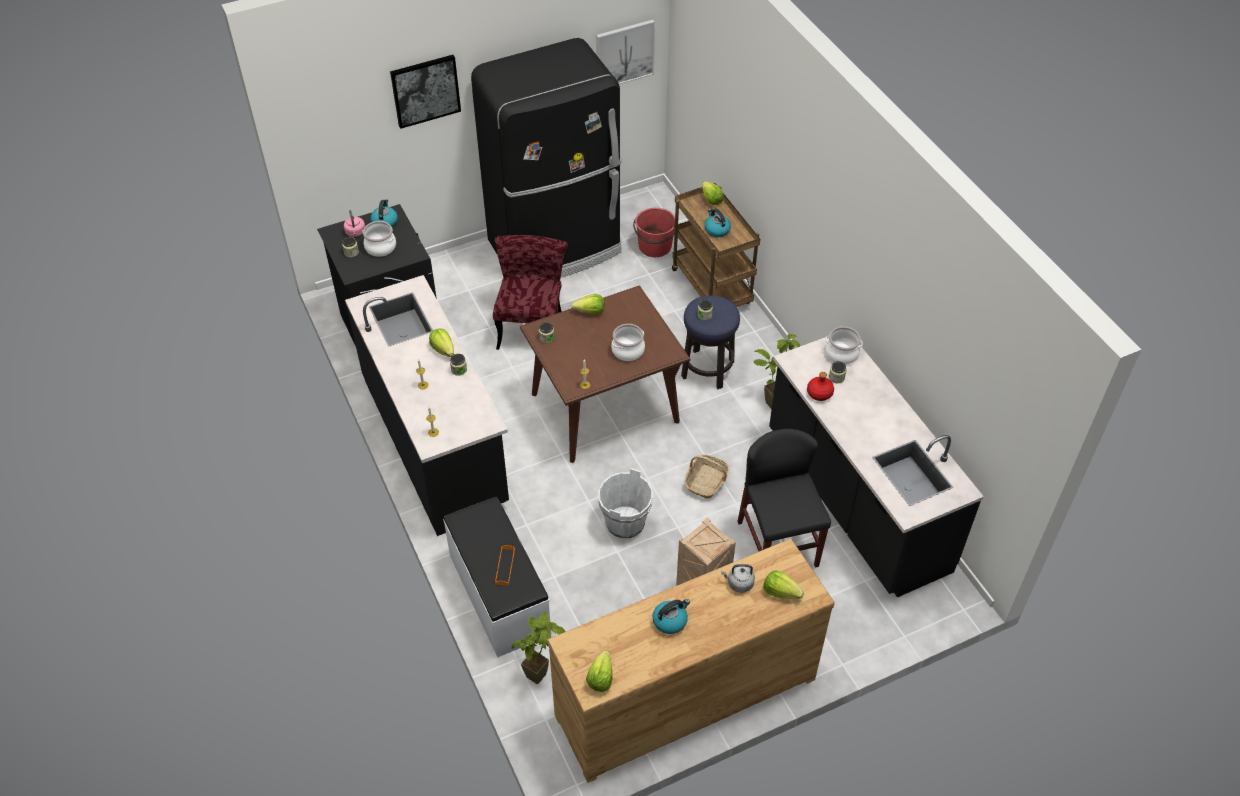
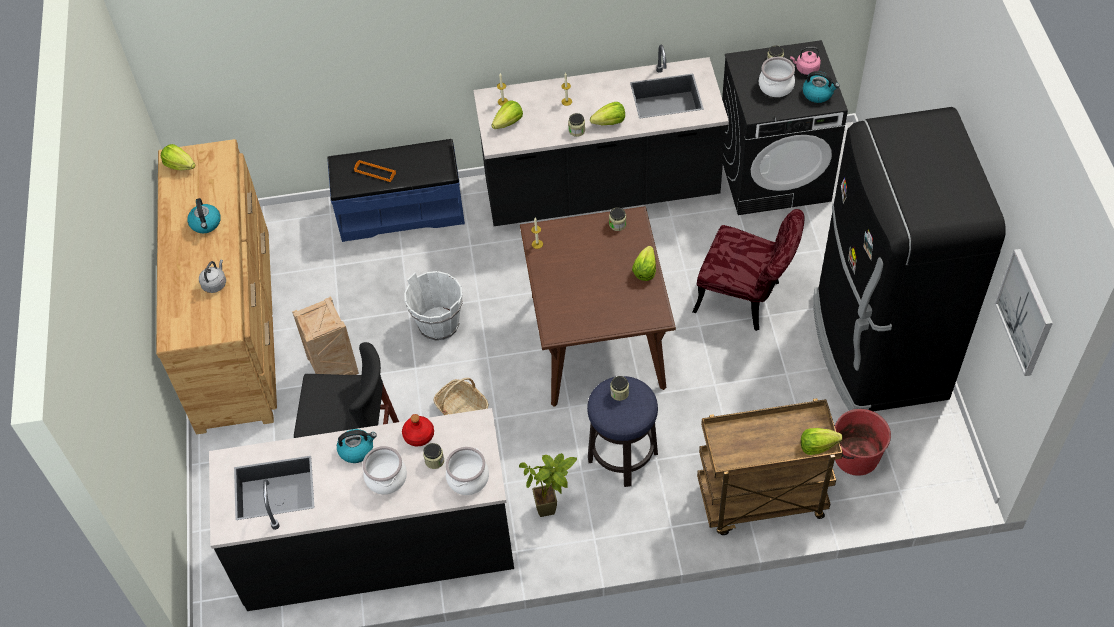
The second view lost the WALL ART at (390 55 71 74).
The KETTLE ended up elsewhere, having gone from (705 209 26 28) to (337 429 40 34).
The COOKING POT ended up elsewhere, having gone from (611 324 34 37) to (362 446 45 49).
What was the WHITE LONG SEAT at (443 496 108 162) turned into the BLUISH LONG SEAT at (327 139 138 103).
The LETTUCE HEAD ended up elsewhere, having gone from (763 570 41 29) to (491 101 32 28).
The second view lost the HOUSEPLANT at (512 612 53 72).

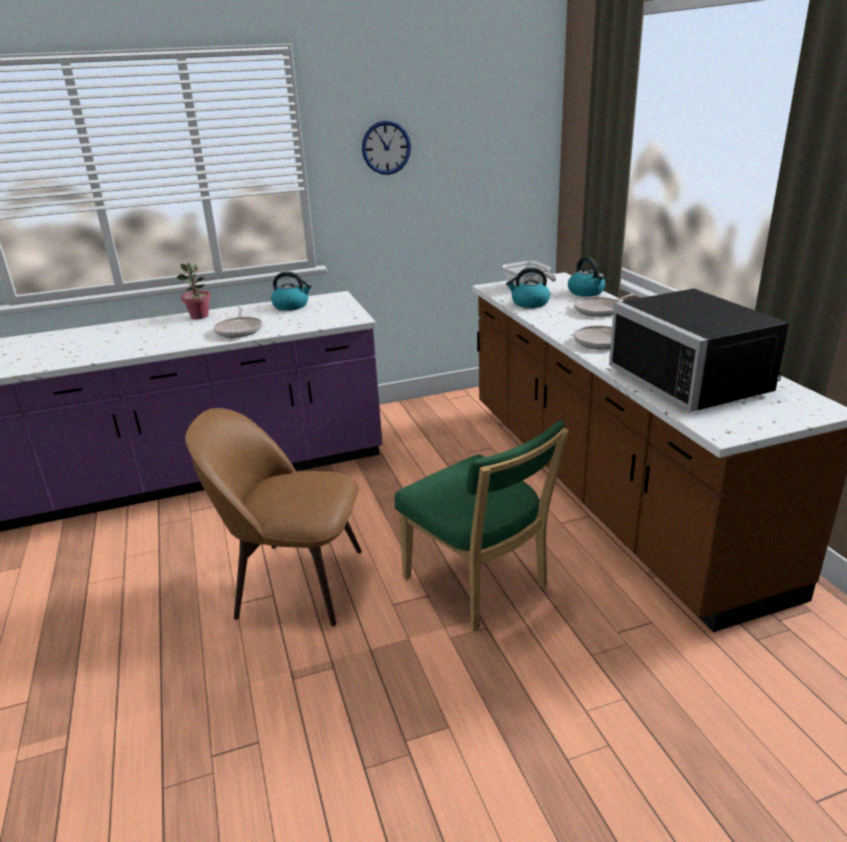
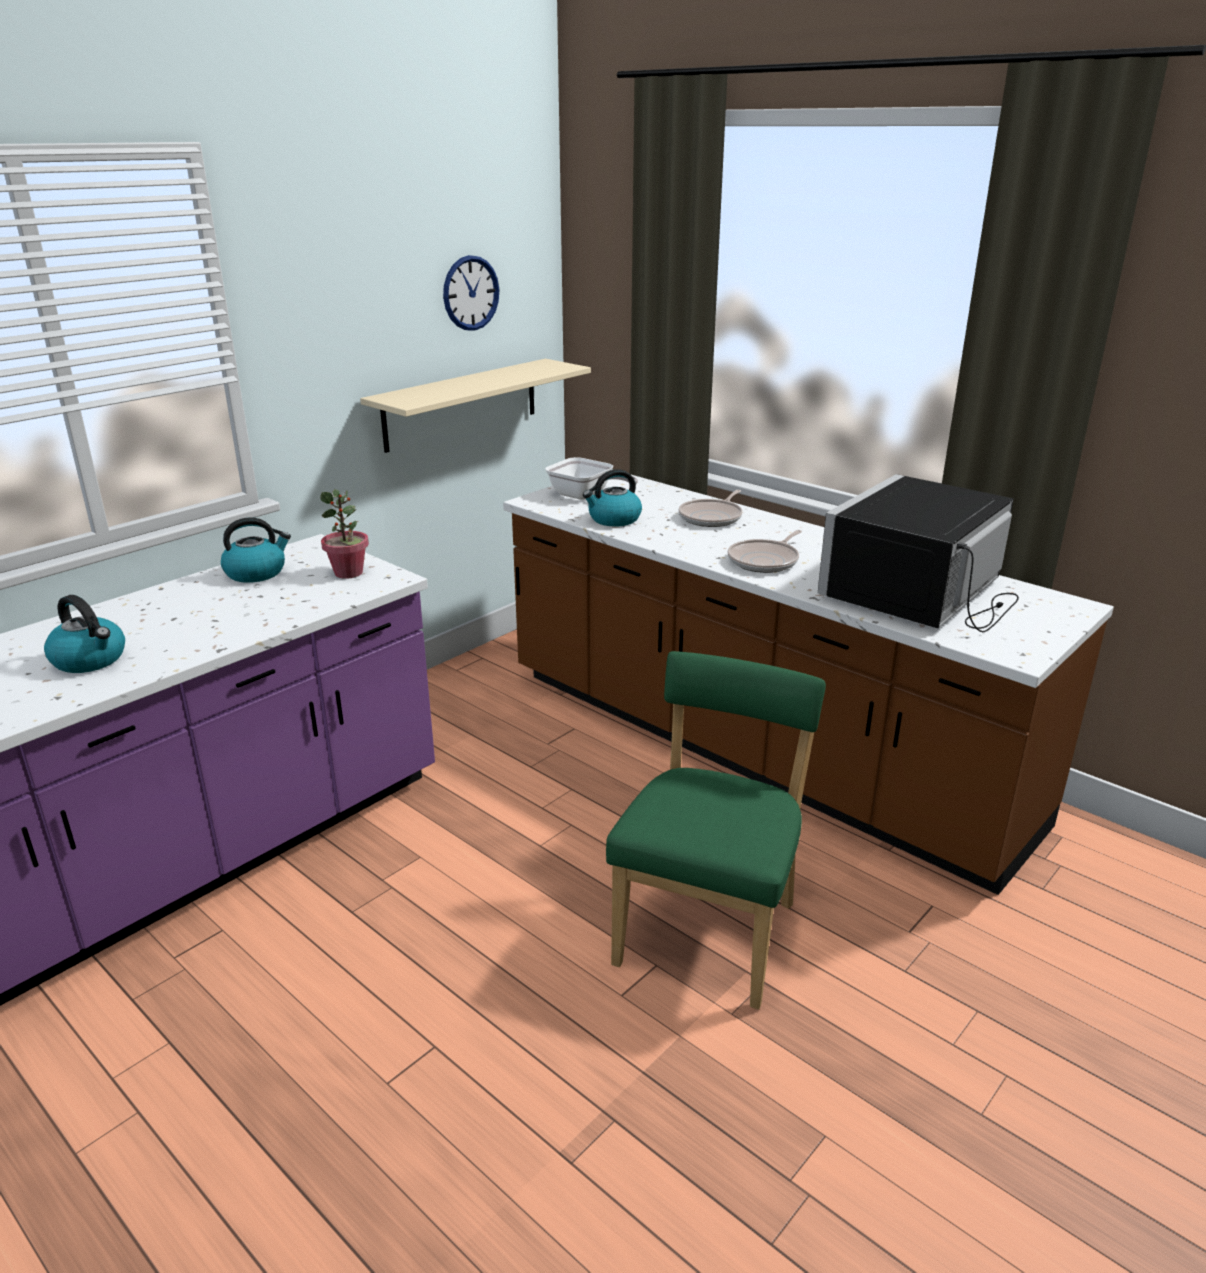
The WALL CLOCK ended up elsewhere, having gone from (362 120 49 55) to (443 255 56 76).
The KETTLE ended up elsewhere, having gone from (568 257 37 39) to (44 595 81 78).
The HOUSEPLANT ended up elsewhere, having gone from (177 263 34 56) to (320 489 49 90).
The BLACK MICROWAVE OVEN at (609 288 180 124) ended up facing another way, 90 degrees clockwise from before.
The second view lost the SKILLET at (213 308 49 30).
The second view lost the BROWN-COLOURED PLAIN CHAIR at (185 408 177 218).
The GREEN PLAIN CHAIR at (395 420 174 212) ended up facing another way, 90 degrees counterclockwise from before.
The second view gained the SAND-COLOURED WALL SHELF at (360 359 231 94).

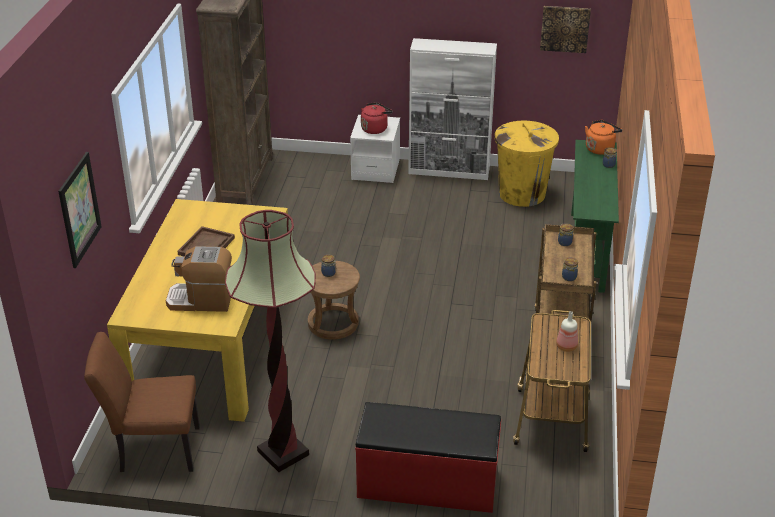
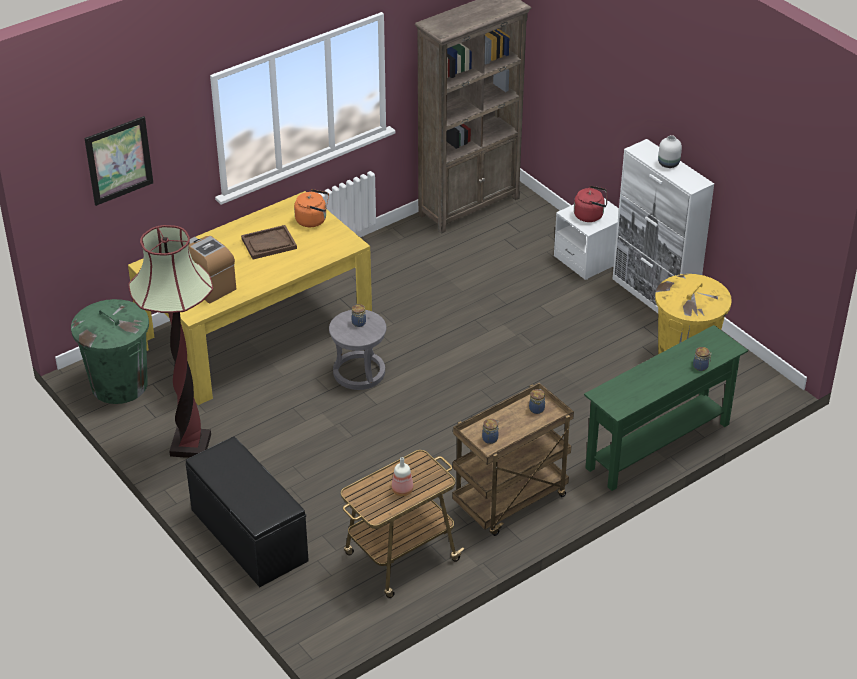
The second view lost the WALL ART at (540 6 51 47).
The ORANGEY KETTLE ended up elsewhere, having gone from (585 120 37 35) to (294 189 35 38).
What was the BROWN-COLOURED STOOL at (308 261 52 78) turned into the GREYISH STOOL at (329 310 58 80).
Where the BROWN-COLOURED PLAIN CHAIR stood at (84 332 116 140), the GREEN RUBBISH BIN came to stand at (71 299 78 105).
What was the RED LONG SEAT at (355 402 146 111) turned into the BLACK LONG SEAT at (185 437 124 150).
The second view gained the WHITE FLOWER VASE at (658 135 24 33).

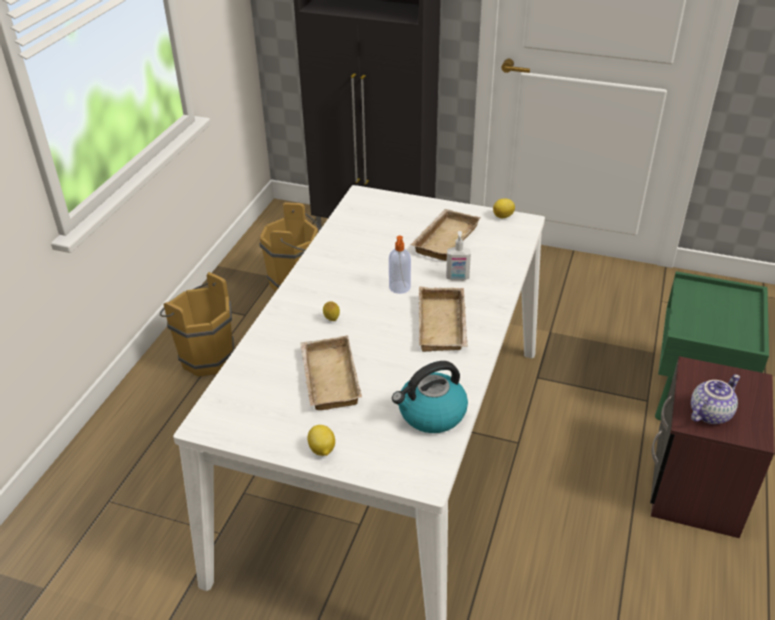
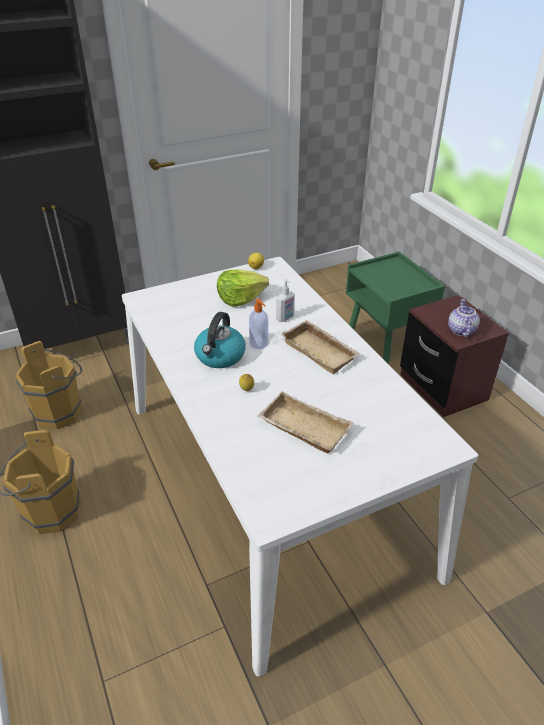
Where the SAND-COLOURED SERVING TRAY stood at (411 209 70 52), the LETTUCE HEAD came to stand at (217 269 52 38).
The KETTLE ended up elsewhere, having gone from (392 361 76 72) to (194 312 52 56).
The second view lost the CITRUS FRUIT at (308 425 27 31).

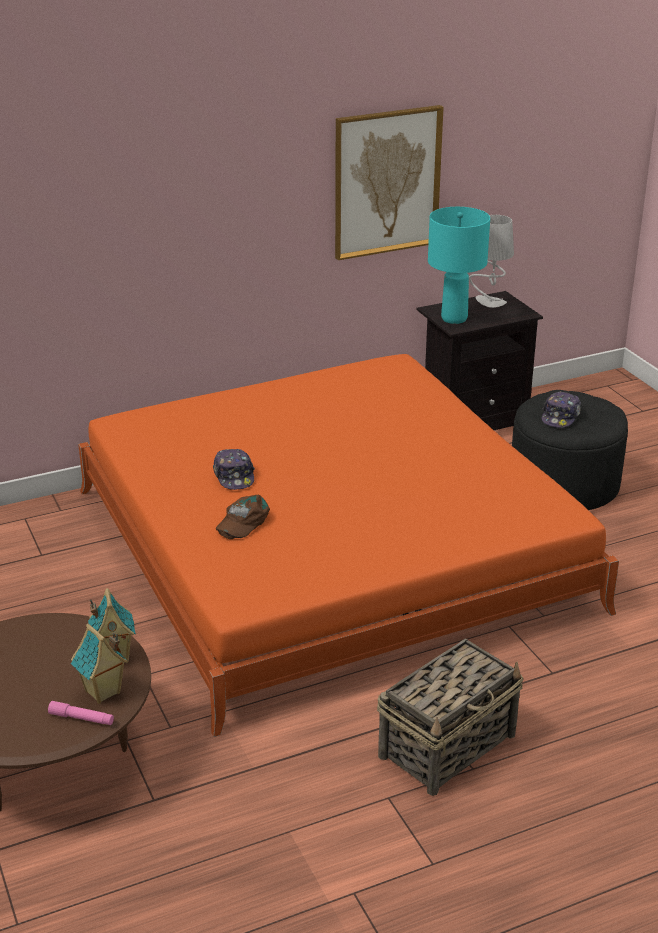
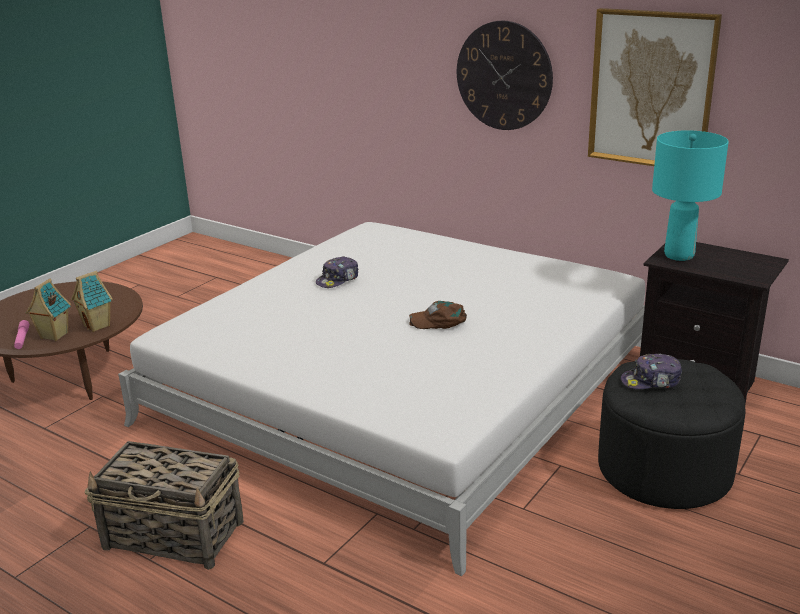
The second view lost the GREYISH TABLE LAMP at (469 215 45 93).
What was the ORANGEY BEDROOM BED at (78 354 541 383) turned into the WHITE BEDROOM BED at (118 222 527 354).
The BROWN-COLOURED PEAKED CAP ended up elsewhere, having gone from (216 494 54 45) to (409 301 58 28).
The second view gained the WALL CLOCK at (457 21 96 109).

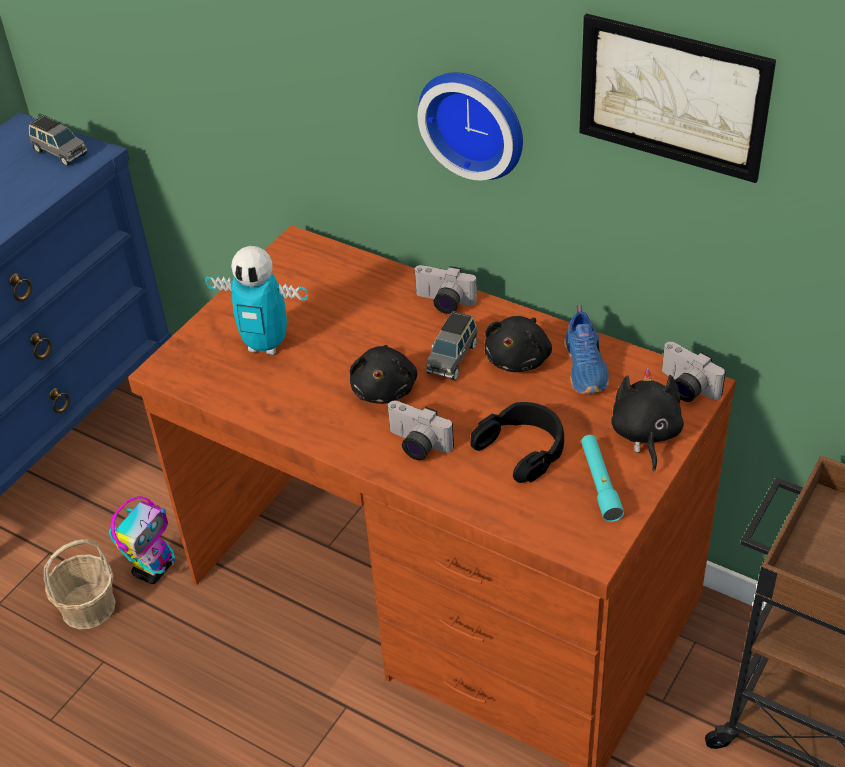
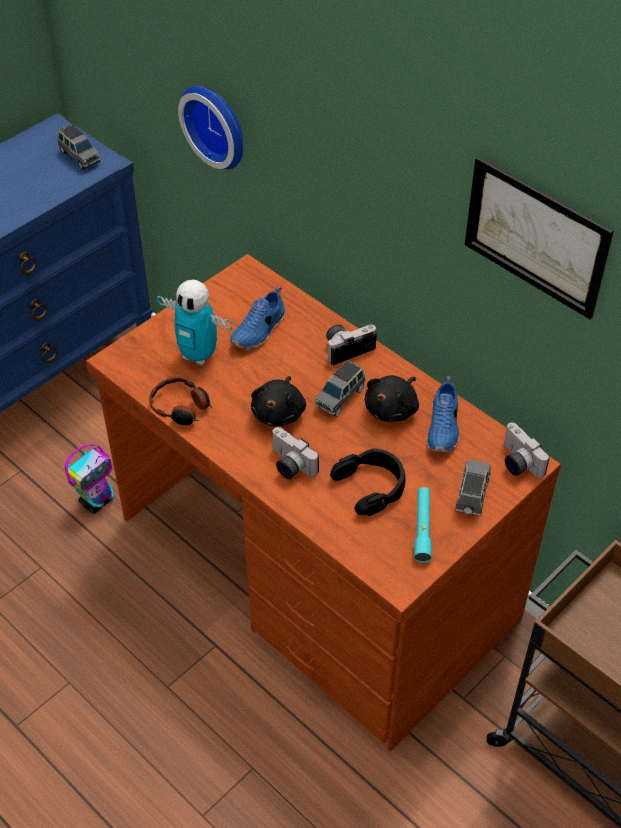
The WALL CLOCK ended up elsewhere, having gone from (418 72 105 108) to (178 86 65 83).
The STILL CAMERA at (413 265 64 49) ended up facing another way, 120 degrees clockwise from before.
Where the BLACK SOFT TOY stood at (611 368 73 104), the GREYISH TOY CAR came to stand at (455 459 36 57).
The second view lost the STORAGE BASKET at (44 539 72 91).
The second view gained the BLUISH SHOE at (230 286 56 63).
The second view gained the HEADSET at (149 378 63 47).

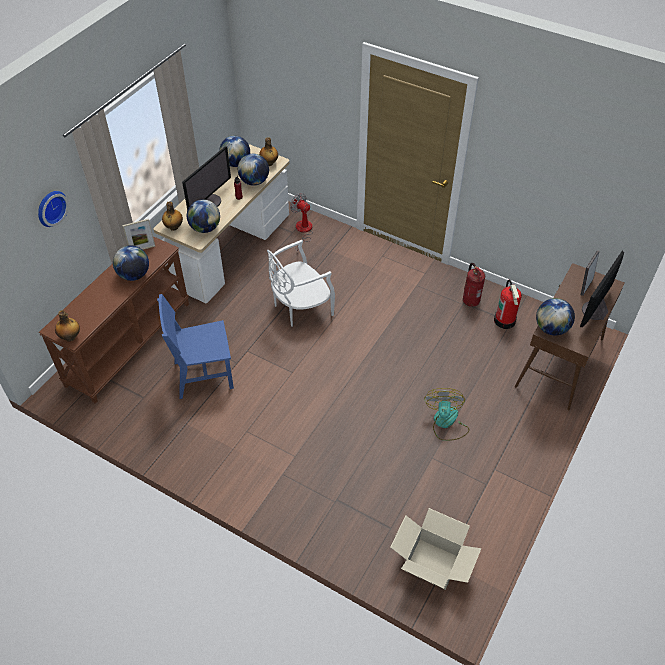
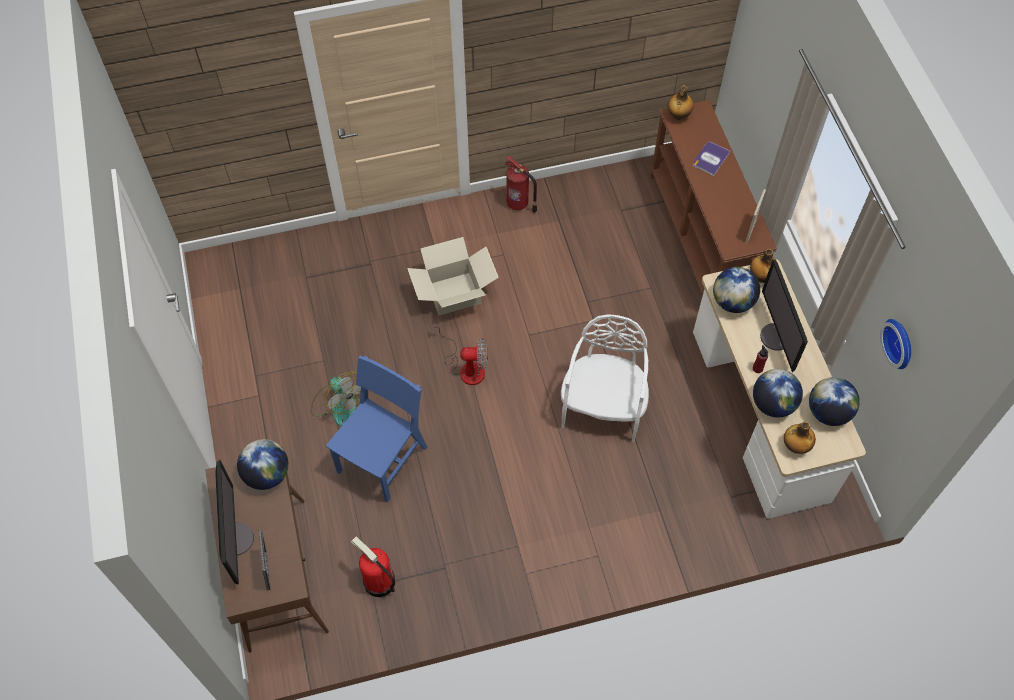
The WALL CLOCK ended up elsewhere, having gone from (38 191 31 36) to (880 319 31 50).
The COOLING FAN ended up elsewhere, having gone from (290 193 23 58) to (434 326 54 59).
The second view lost the WORLD GLOBE at (113 245 36 36).
The FIRE-FIGHTING CYLINDER ended up elsewhere, having gone from (463 263 22 44) to (504 156 33 57).
The BLUISH PLAIN CHAIR ended up elsewhere, having gone from (157 294 77 105) to (326 356 101 147).
The CARTON ended up elsewhere, having gone from (390 508 91 82) to (407 237 92 78).
The second view gained the BOOK at (693 142 38 34).

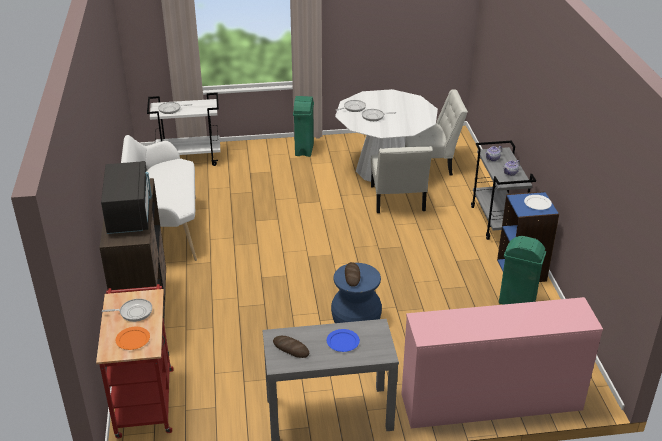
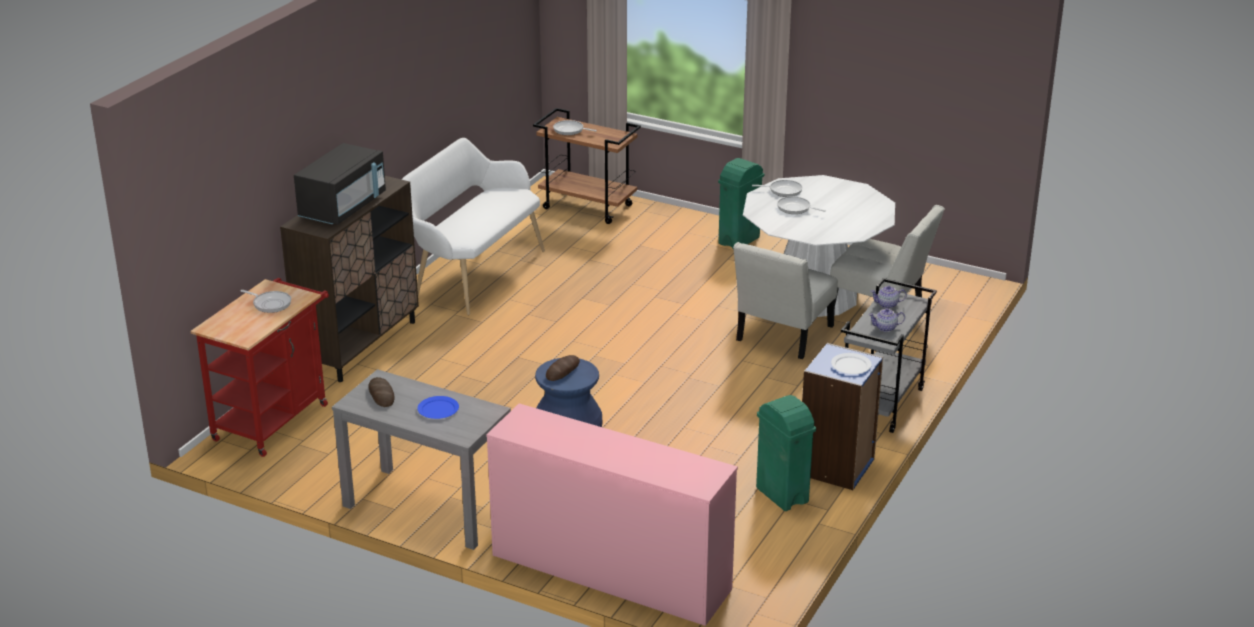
What was the WHITE CART at (147 93 74 73) turned into the BROWN-COLOURED CART at (533 108 108 116).
The second view lost the ORANGEY FLAT DISH at (116 327 34 23).

